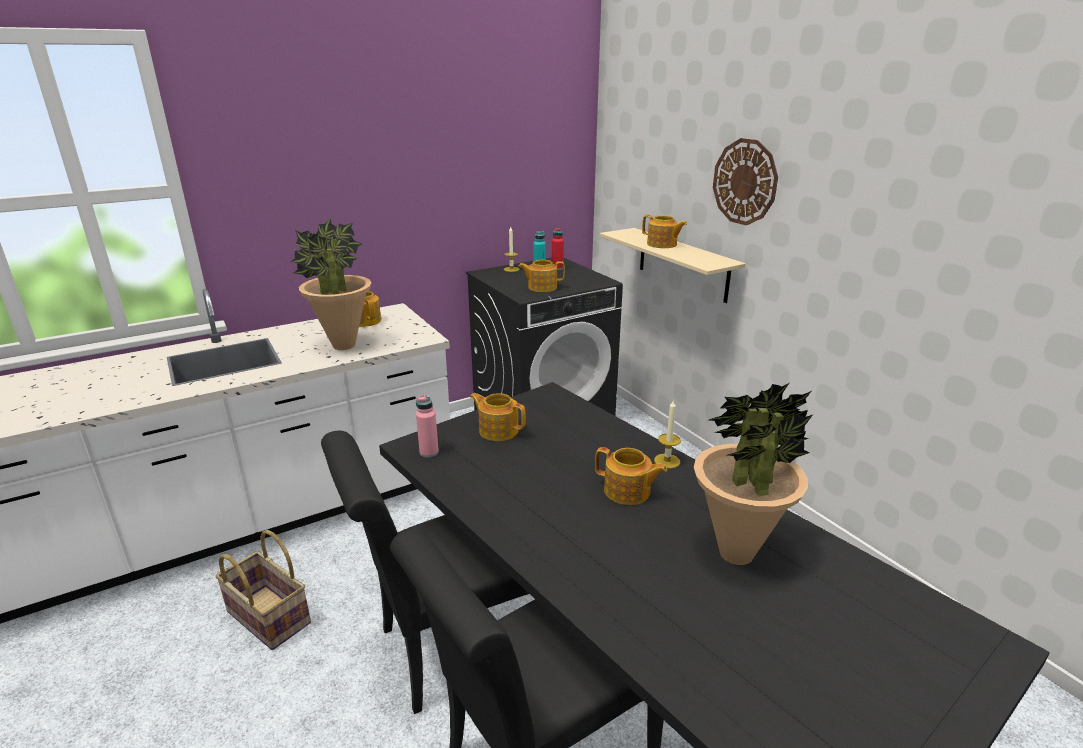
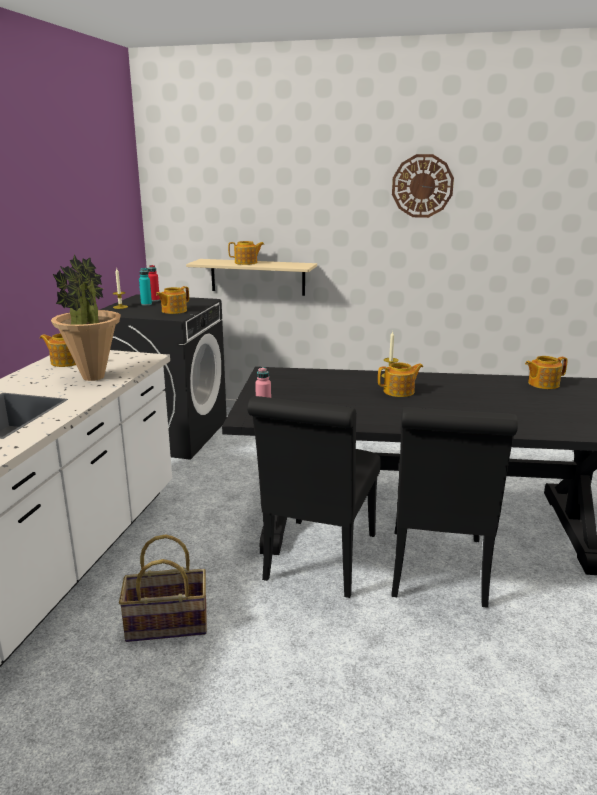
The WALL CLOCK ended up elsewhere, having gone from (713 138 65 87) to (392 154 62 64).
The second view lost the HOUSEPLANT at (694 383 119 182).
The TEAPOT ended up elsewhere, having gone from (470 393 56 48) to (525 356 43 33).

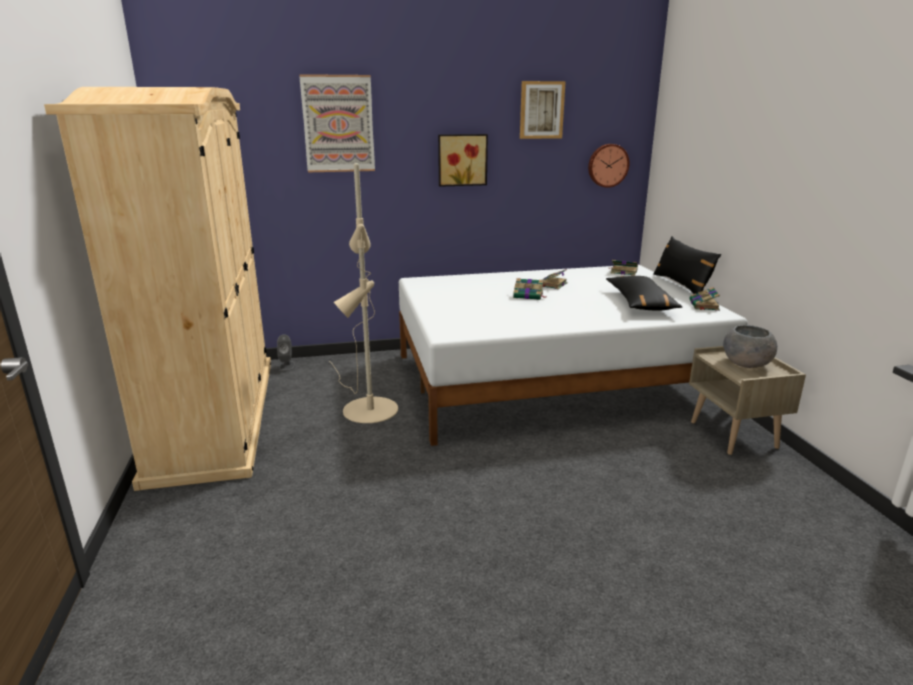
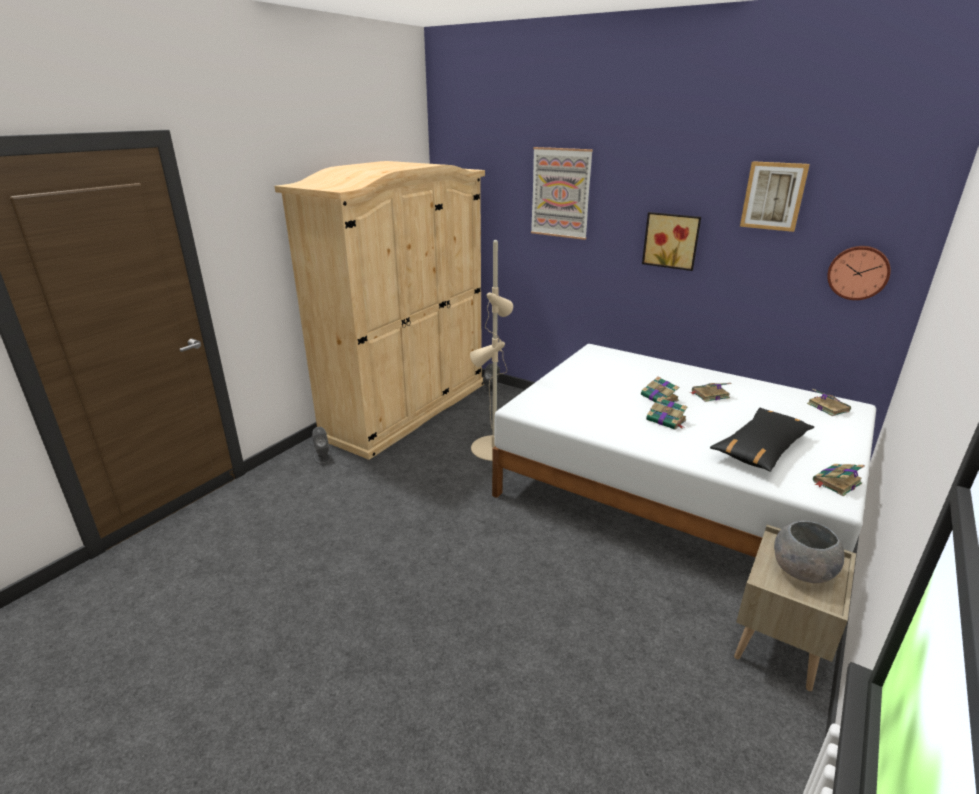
The second view lost the BLACK THROW PILLOW at (653 236 68 58).
The second view gained the BOOK at (646 397 42 33).
The second view gained the GREYISH LOUDSPEAKER at (312 427 19 37).

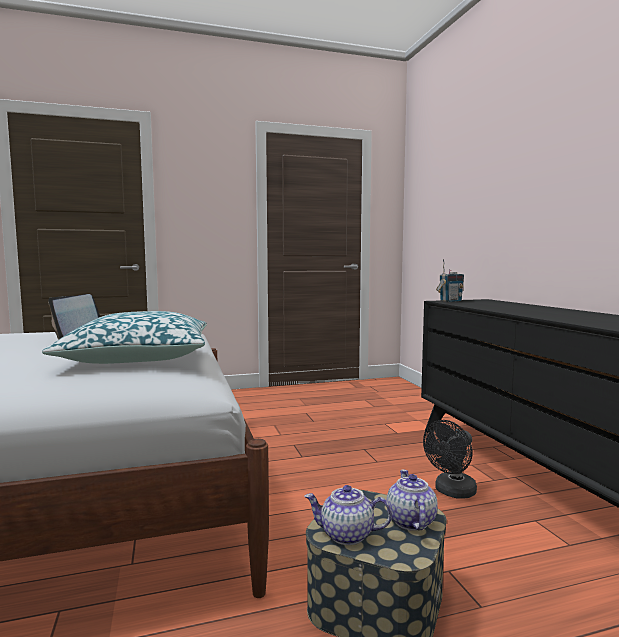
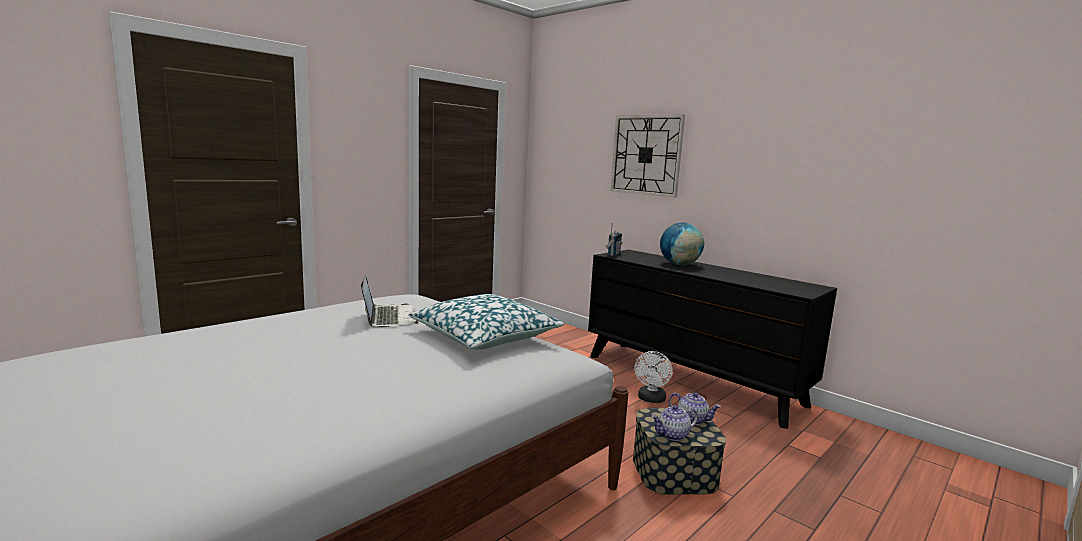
What was the BLACK COOLING FAN at (423 420 54 79) turned into the WHITE COOLING FAN at (635 351 38 52).
The TEAPOT at (386 469 52 62) ended up facing another way, 150 degrees clockwise from before.
The second view gained the WALL CLOCK at (610 114 75 83).
The second view gained the WORLD GLOBE at (660 222 44 43).

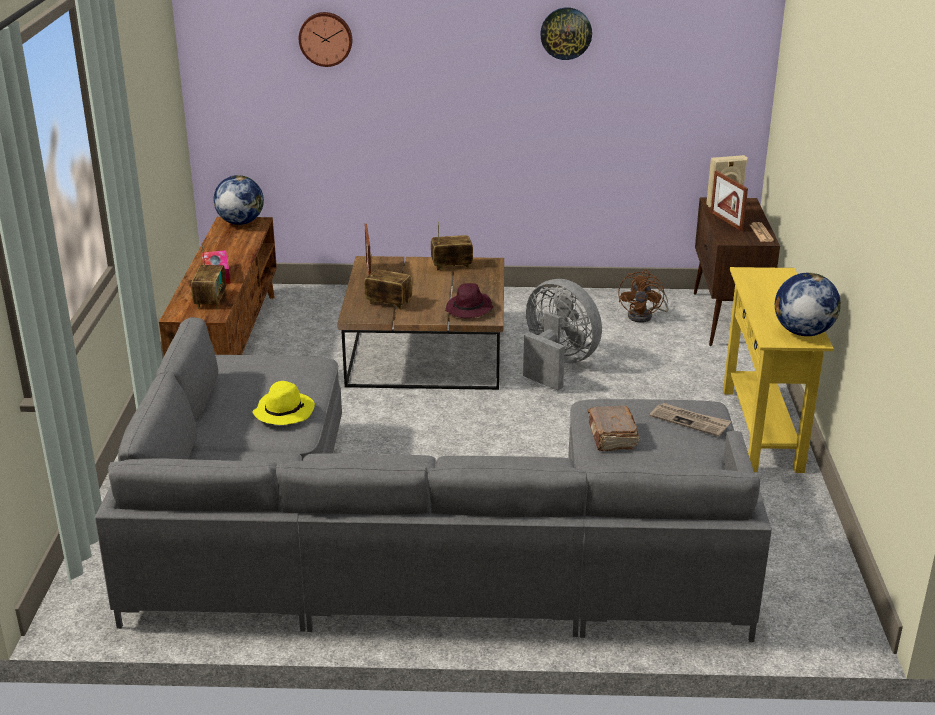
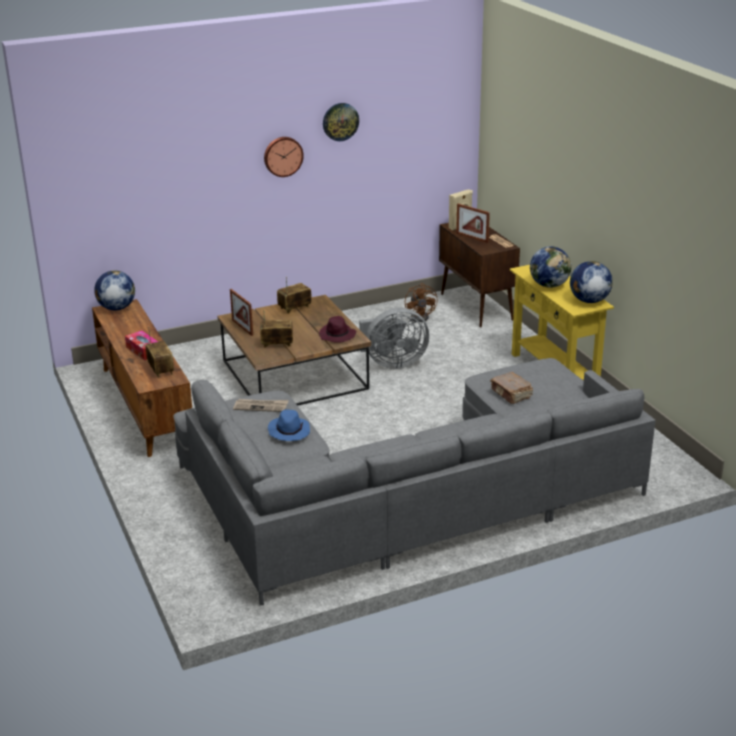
The WALL CLOCK ended up elsewhere, having gone from (299 12 53 55) to (264 137 40 40).
The GREYISH COOLING FAN at (523 279 79 112) ended up facing another way, 150 degrees clockwise from before.
What was the YELLOWISH WEARABLE HAT at (253 381 62 44) turned into the BLUISH WEARABLE HAT at (268 410 42 31).
The PRINTED PAPER ended up elsewhere, having gone from (650 403 81 34) to (233 399 56 13).
The second view gained the WORLD GLOBE at (530 246 42 42).

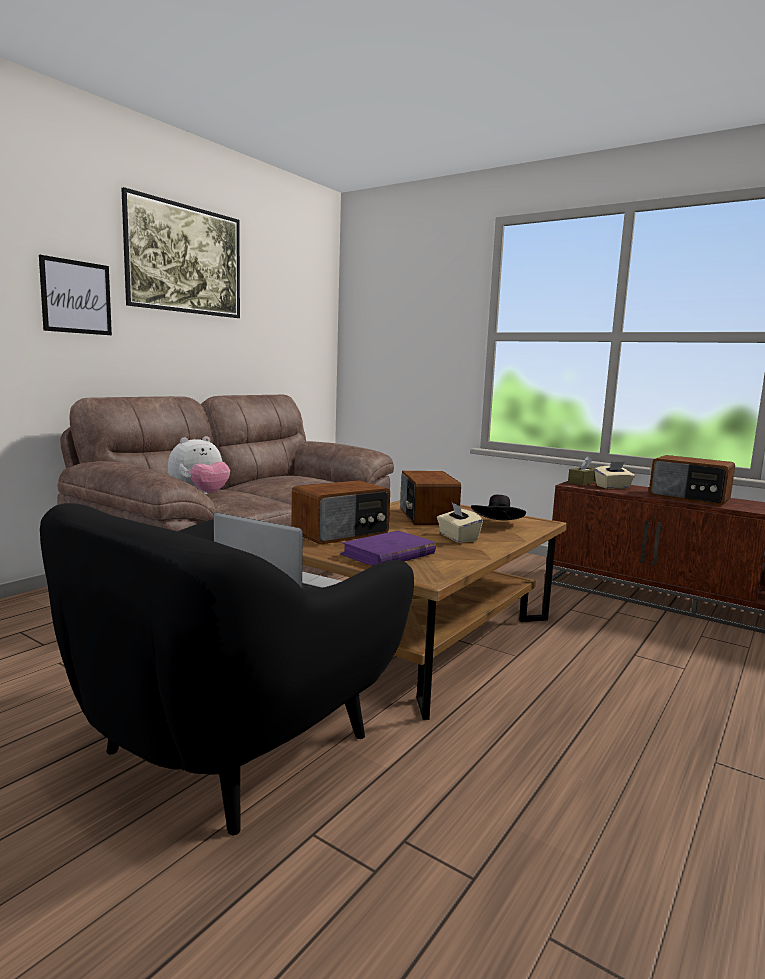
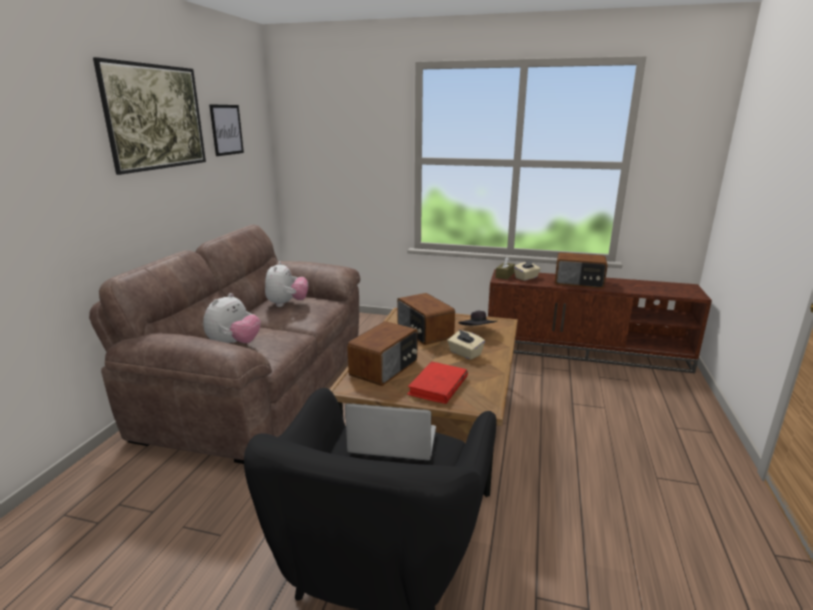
The WALL ART ended up elsewhere, having gone from (39 255 73 80) to (209 104 35 52).
What was the PURPLE BOOK at (340 531 96 35) turned into the RED BOOK at (407 361 61 43).
The second view gained the SOFT TOY at (265 261 43 46).

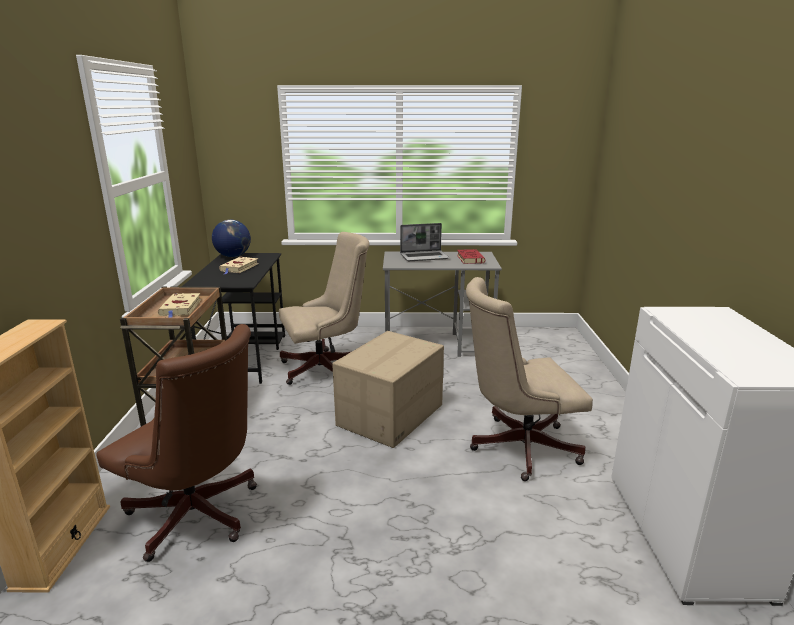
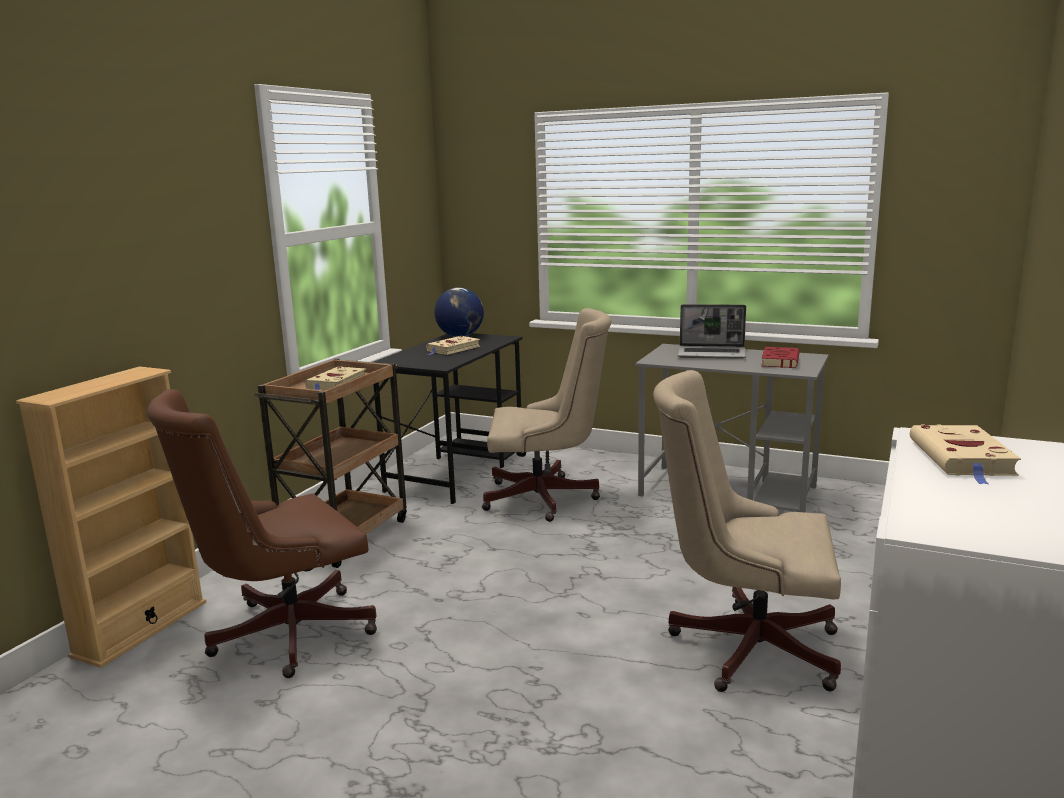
The BROWN-COLOURED DESK CHAIR at (96 324 161 238) ended up facing another way, 90 degrees clockwise from before.
The second view lost the CARTON at (332 331 112 117).
The second view gained the SAND-COLOURED BOOK at (910 424 111 61).

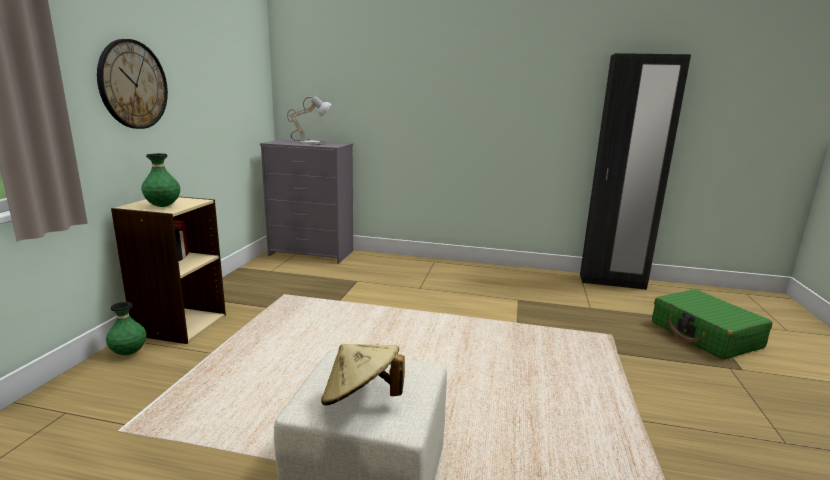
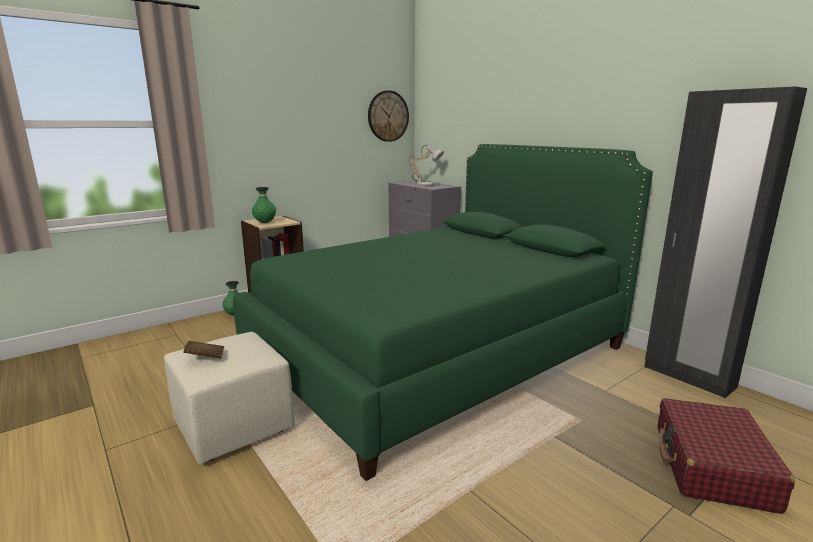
The WALL CLOCK ended up elsewhere, having gone from (97 39 71 90) to (368 90 41 52).
What was the GREEN TRAVEL CASE at (652 289 120 71) turned into the RED TRAVEL CASE at (658 398 137 116).
Where the SAND-COLOURED WEARABLE HAT stood at (321 344 84 62), the BROWN-COLOURED BOOK came to stand at (183 341 41 18).
The second view gained the GREEN BEDROOM BED at (233 144 420 337).

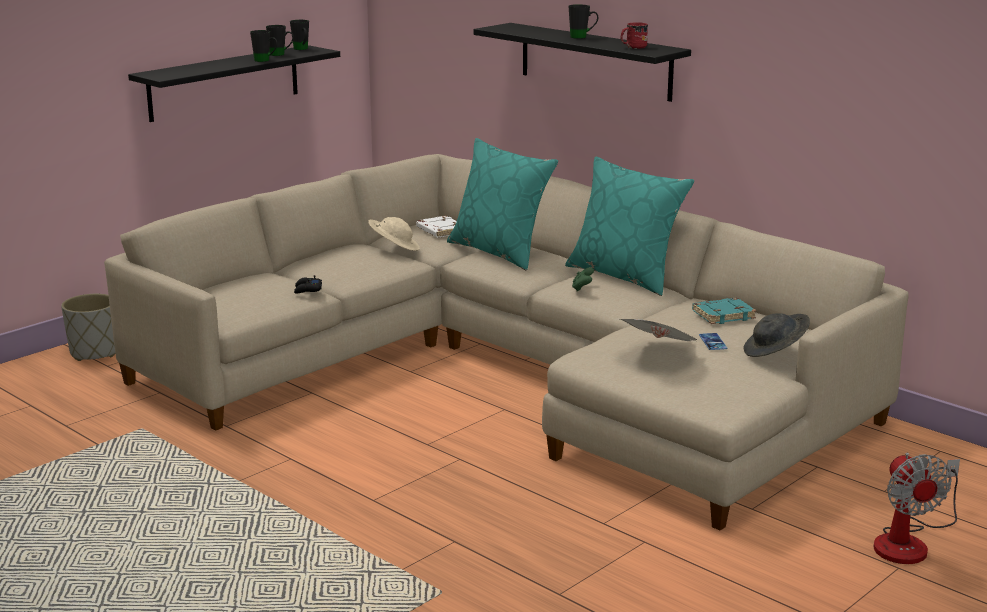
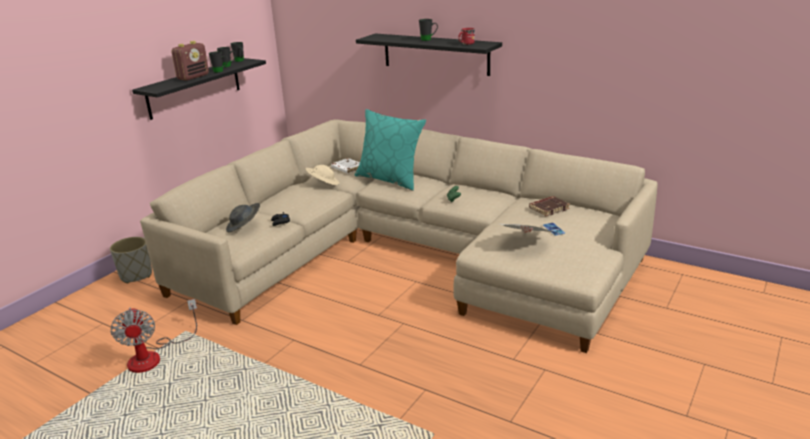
The second view lost the BLUE-GREEN THROW PILLOW at (565 156 129 140).
What was the BLUE-GREEN BOOK at (692 298 64 26) turned into the BROWN-COLOURED BOOK at (529 196 41 20).
The GREYISH WEARABLE HAT ended up elsewhere, having gone from (743 313 67 44) to (226 203 34 29).
The COOLING FAN ended up elsewhere, having gone from (873 453 87 111) to (110 299 87 74).
The second view gained the RADIO RECEIVER at (171 41 38 40).

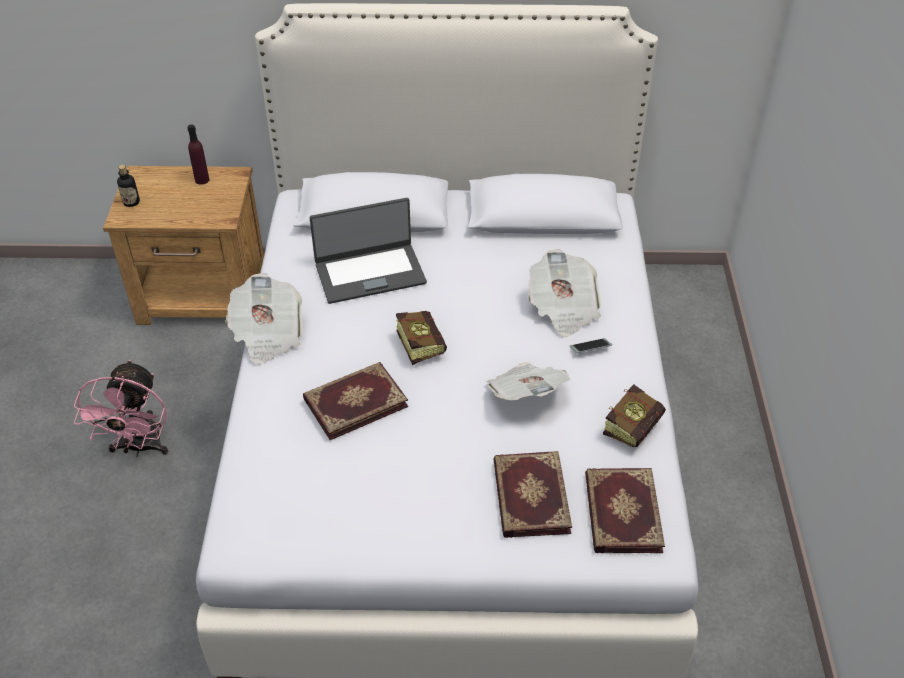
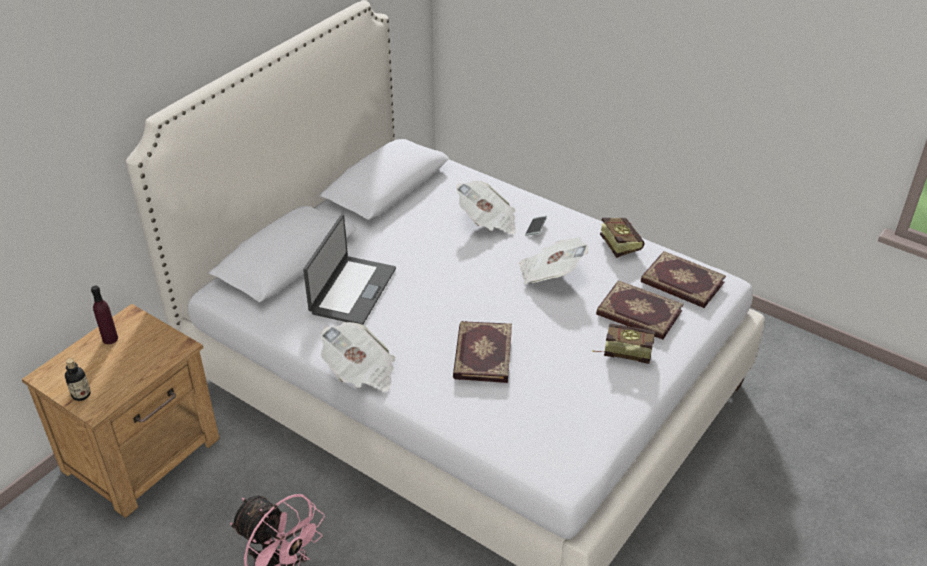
The BOOK ended up elsewhere, having gone from (396 311 51 54) to (592 323 63 41).

